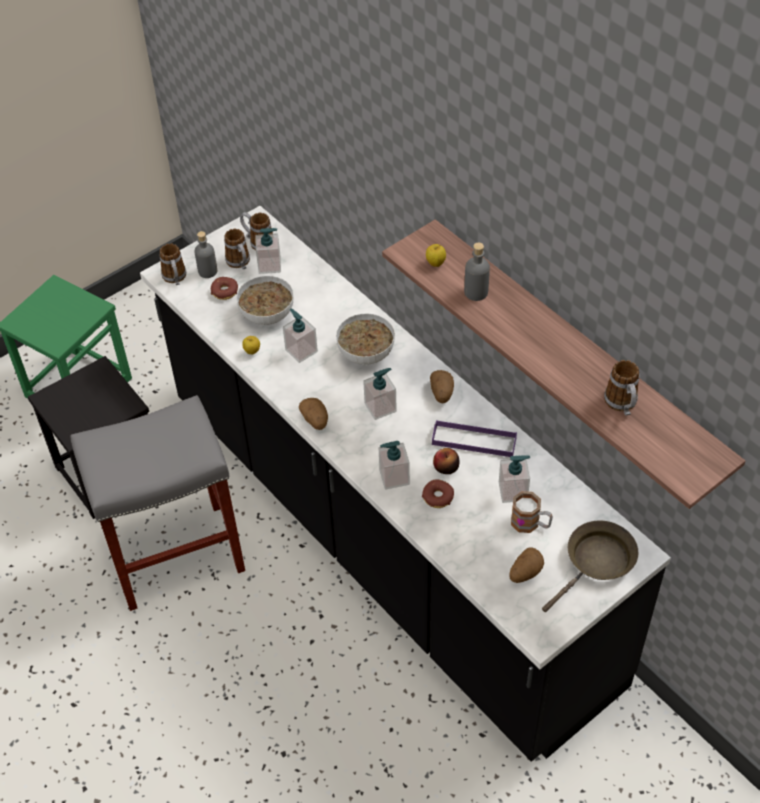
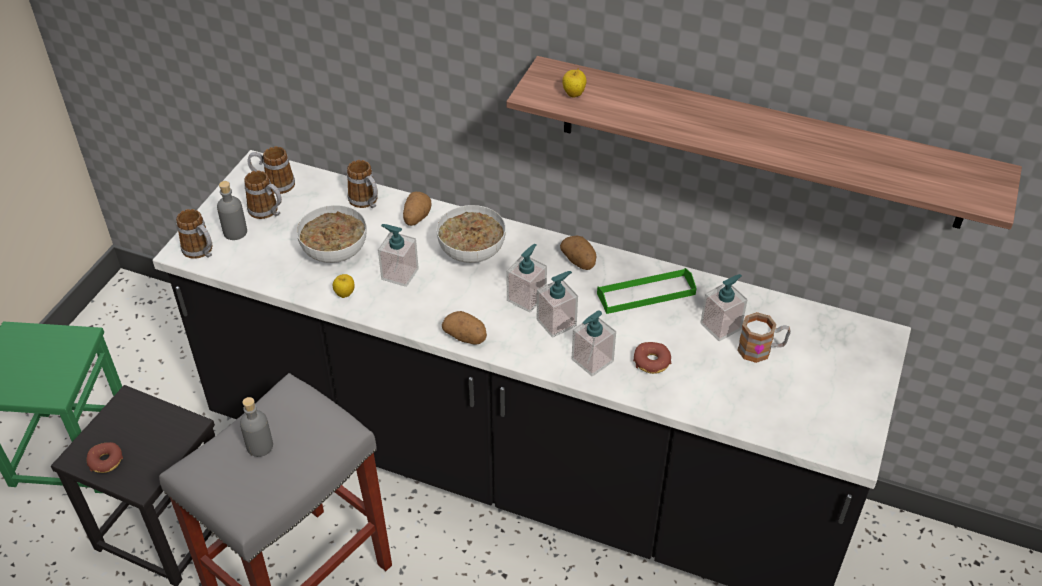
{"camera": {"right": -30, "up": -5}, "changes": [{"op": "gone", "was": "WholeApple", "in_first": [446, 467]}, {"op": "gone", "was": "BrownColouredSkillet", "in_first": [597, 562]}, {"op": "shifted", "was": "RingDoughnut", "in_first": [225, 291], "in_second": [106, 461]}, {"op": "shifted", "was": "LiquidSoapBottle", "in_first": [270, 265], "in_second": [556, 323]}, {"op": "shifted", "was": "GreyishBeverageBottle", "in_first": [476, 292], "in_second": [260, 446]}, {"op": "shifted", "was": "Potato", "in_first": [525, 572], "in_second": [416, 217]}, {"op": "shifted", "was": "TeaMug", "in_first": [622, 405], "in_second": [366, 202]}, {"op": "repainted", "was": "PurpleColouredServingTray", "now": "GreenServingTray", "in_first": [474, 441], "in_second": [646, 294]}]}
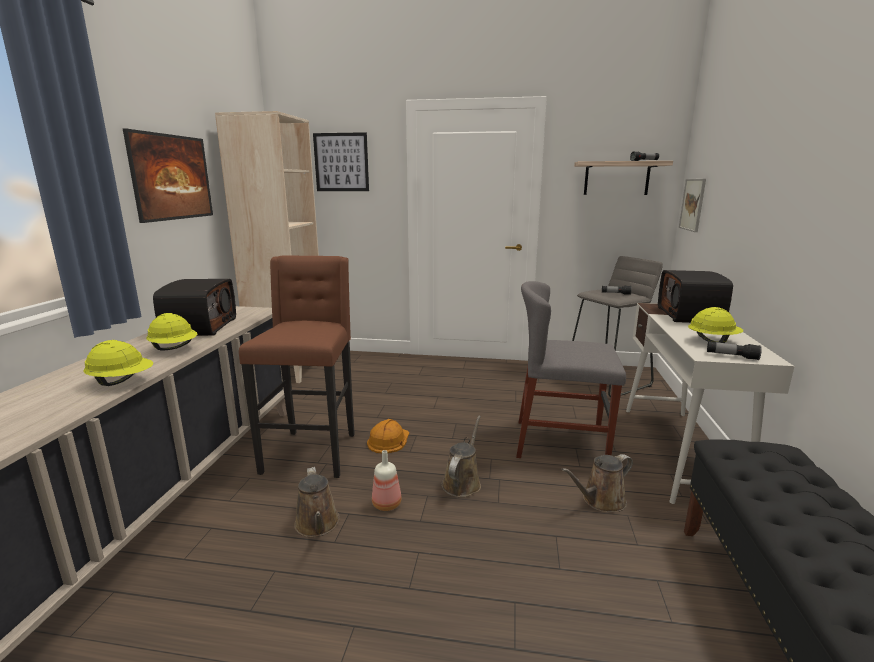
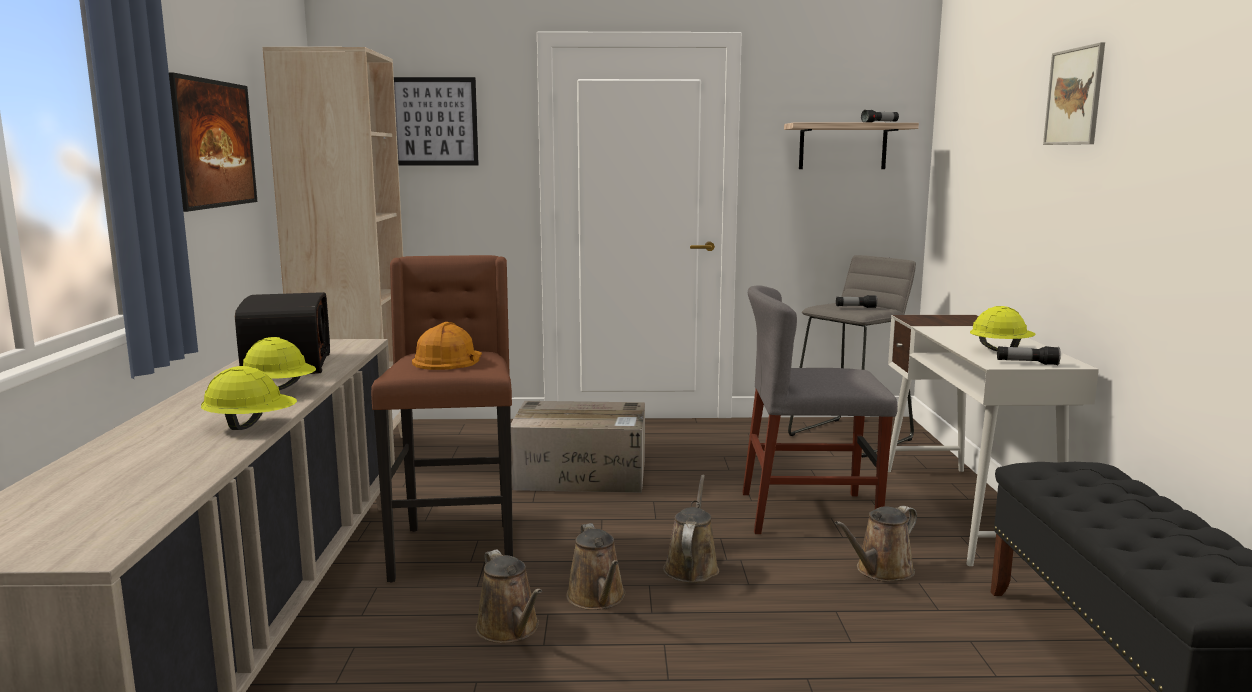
{"camera": {"right": -10, "up": -5}, "changes": [{"op": "gone", "was": "Radio", "in_first": [691, 315]}, {"op": "new", "now": "Carton", "in_second": [582, 474]}, {"op": "shifted", "was": "OrangeColouredWorkHelmet", "in_first": [388, 440], "in_second": [448, 360]}, {"op": "shifted", "was": "WallPicture", "in_first": [692, 204], "in_second": [1074, 96]}, {"op": "swapped", "was": "BeverageBottle", "now": "BrownColouredWateringPot", "in_first": [387, 504], "in_second": [597, 598]}]}
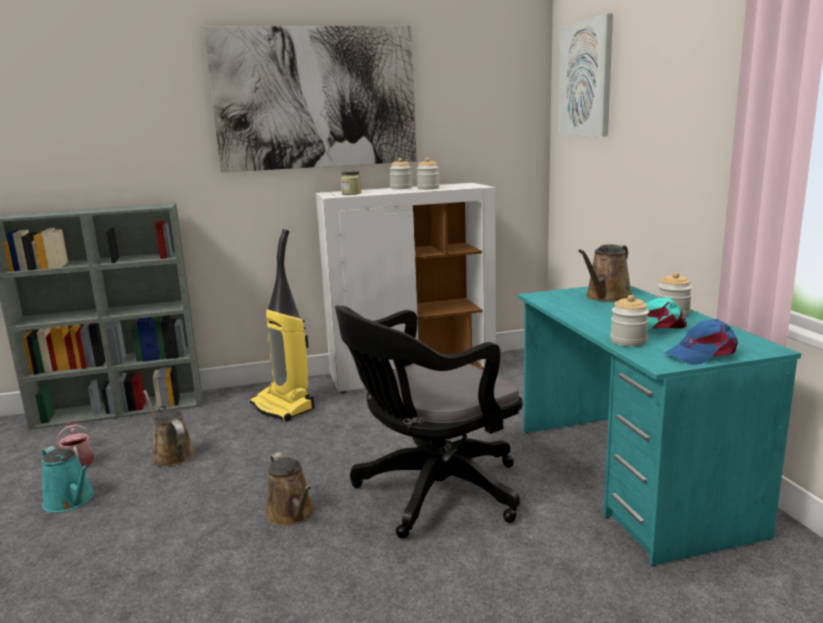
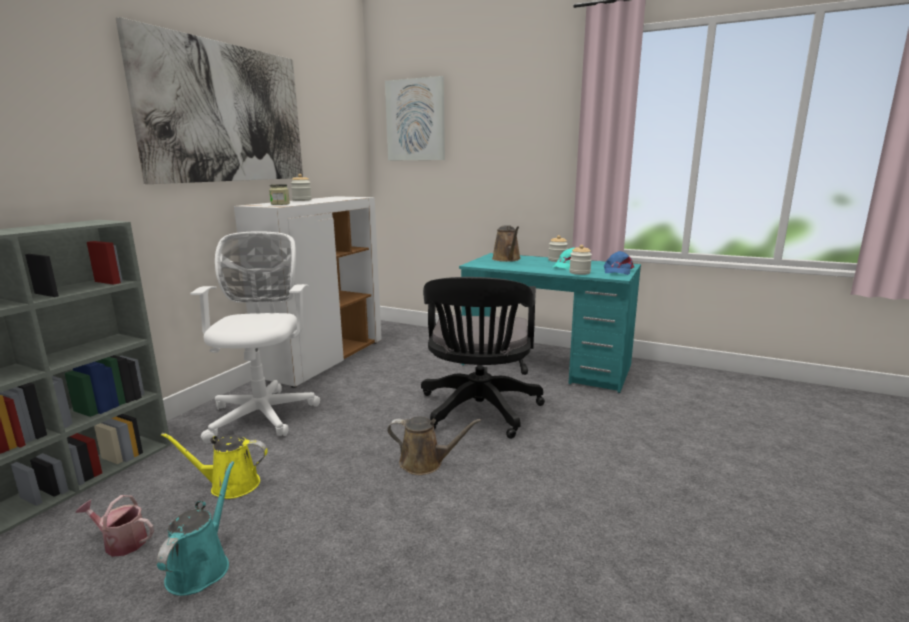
{"camera": {"right": -50, "up": 0}, "changes": [{"op": "gone", "was": "StorageJar", "in_first": [428, 188]}, {"op": "swapped", "was": "Hoover", "now": "WhitishComputerChair", "in_first": [284, 407], "in_second": [264, 413]}, {"op": "repainted", "was": "BrownColouredWateringPot", "now": "YellowWateringPot", "in_first": [171, 454], "in_second": [230, 485]}, {"op": "rotated", "was": "TurquoiseColouredWateringPot", "in_first": [71, 501], "in_second": [201, 567], "clockwise": -75}]}
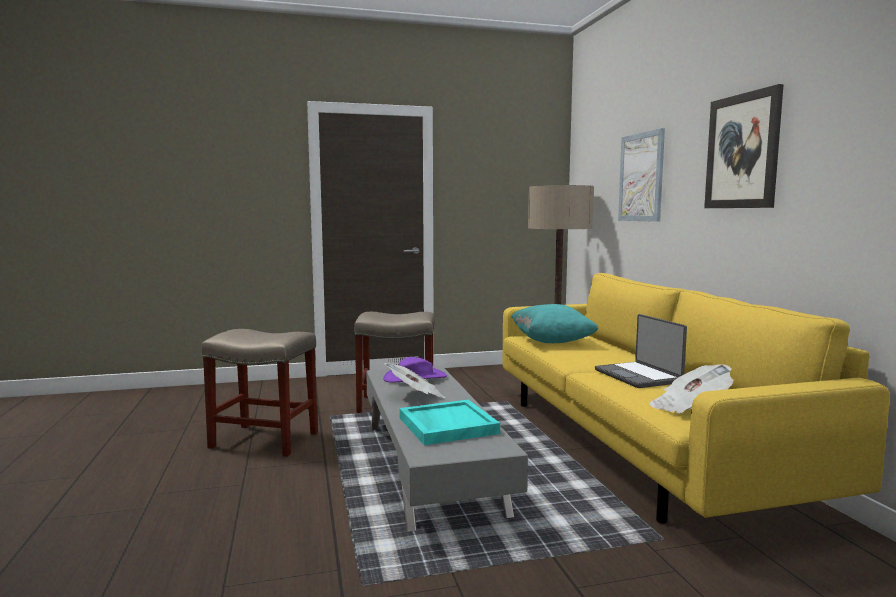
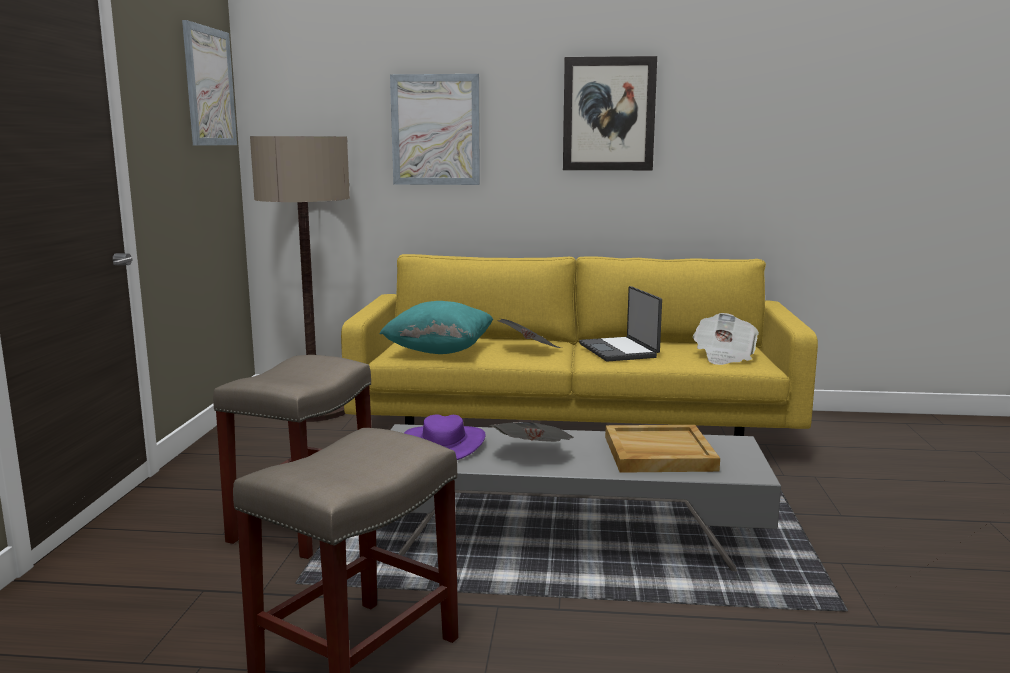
{"camera": {"right": -70, "up": 5}, "changes": [{"op": "new", "now": "WallPicture", "in_second": [209, 87]}, {"op": "new", "now": "Newspaper", "in_second": [530, 350]}, {"op": "repainted", "was": "TurquoiseColouredServingTray", "now": "SandColouredServingTray", "in_first": [447, 425], "in_second": [658, 453]}, {"op": "rotated", "was": "PortableComputer", "in_first": [639, 376], "in_second": [619, 351], "clockwise": 75}]}
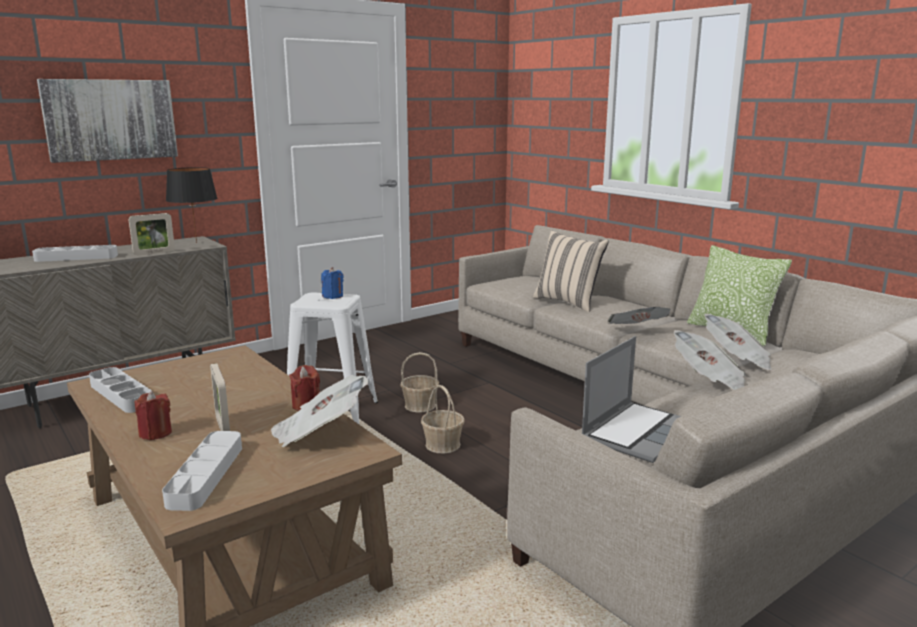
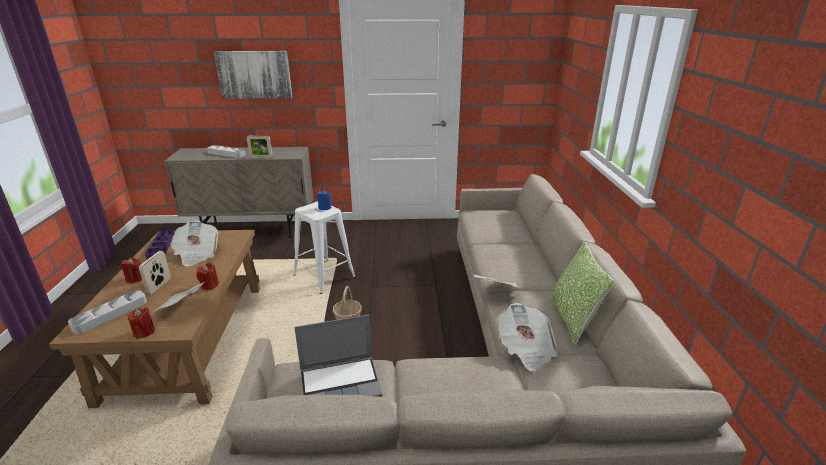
{"camera": {"right": 35, "up": 10}, "changes": [{"op": "gone", "was": "BlackishLampForATable", "in_first": [196, 243]}, {"op": "gone", "was": "StorageBasket", "in_first": [420, 405]}, {"op": "gone", "was": "SandColouredCushion", "in_first": [568, 302]}, {"op": "new", "now": "ReddishWaxCandle", "in_second": [144, 332]}, {"op": "shifted", "was": "Newspaper", "in_first": [709, 380], "in_second": [197, 254]}, {"op": "repainted", "was": "GreyishServingTray", "now": "PurpleColouredServingTray", "in_first": [121, 395], "in_second": [161, 247]}]}
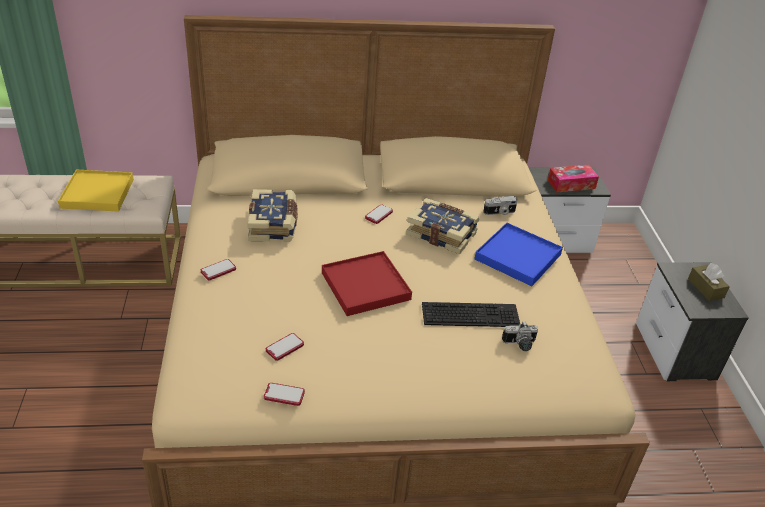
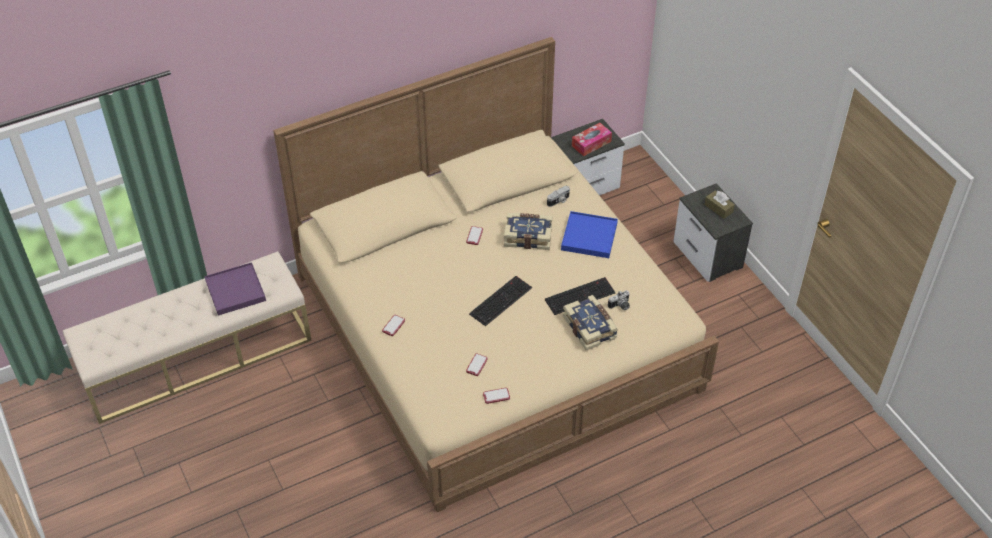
{"camera": {"right": -20, "up": 10}, "changes": [{"op": "shifted", "was": "Book", "in_first": [274, 225], "in_second": [590, 328]}, {"op": "swapped", "was": "ReddishServingTray", "now": "ComputerKeyboard", "in_first": [365, 286], "in_second": [500, 300]}, {"op": "repainted", "was": "YellowServingTray", "now": "PurpleColouredServingTray", "in_first": [97, 193], "in_second": [235, 291]}]}
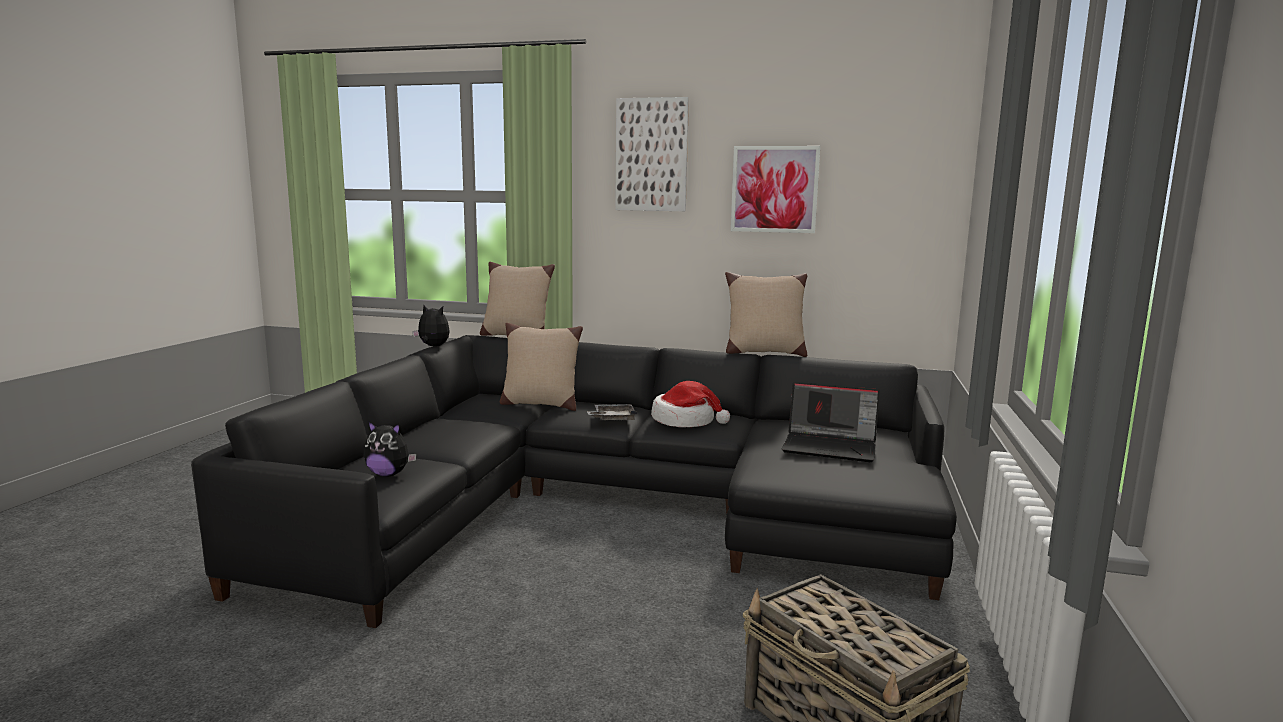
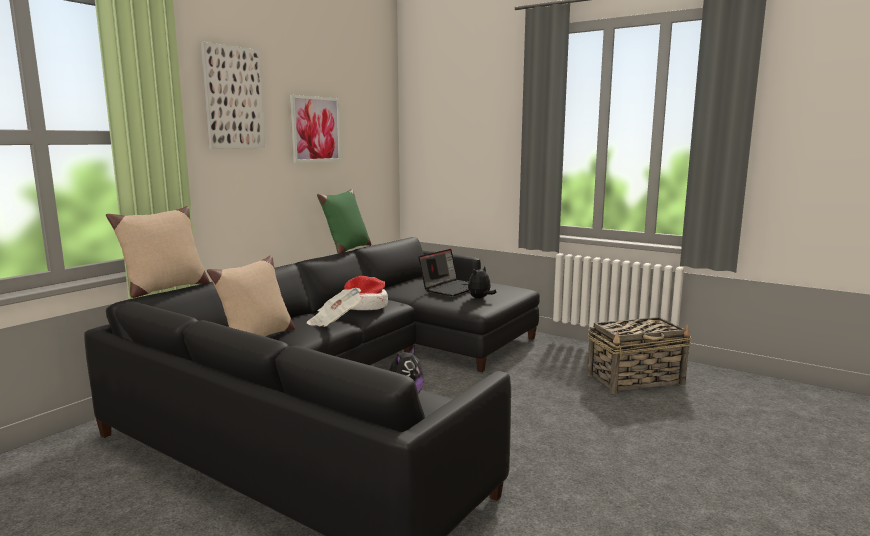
{"camera": {"right": -70, "up": 0}, "changes": [{"op": "shifted", "was": "CuddlyToy", "in_first": [433, 346], "in_second": [480, 298]}, {"op": "swapped", "was": "GreyishServingTray", "now": "Newspaper", "in_first": [613, 419], "in_second": [334, 321]}, {"op": "repainted", "was": "SandColouredCushion", "now": "GreenCushion", "in_first": [763, 353], "in_second": [347, 249]}]}
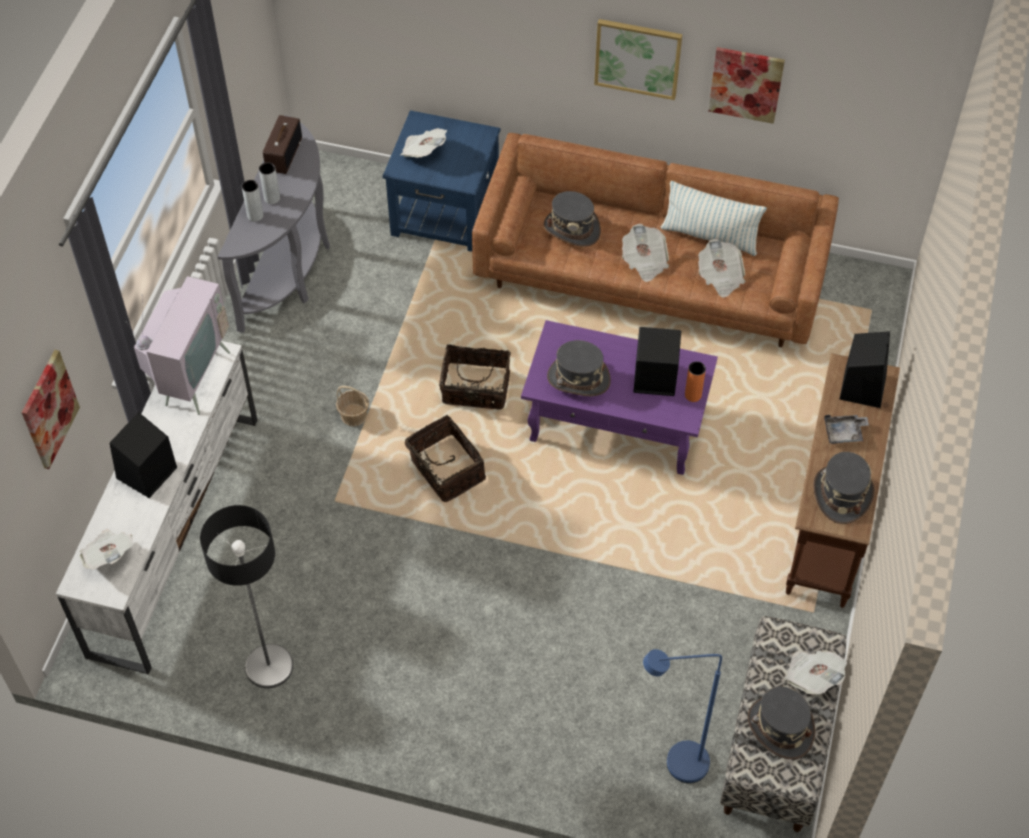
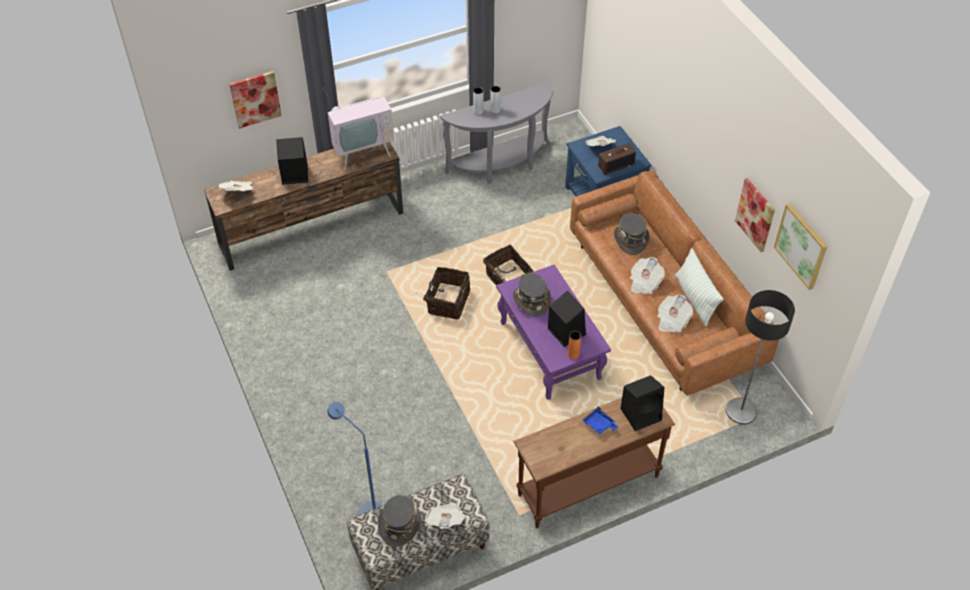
{"camera": {"right": 50, "up": -5}, "changes": [{"op": "gone", "was": "StorageBasket", "in_first": [354, 415]}, {"op": "gone", "was": "GreyishClothingHat", "in_first": [841, 494]}, {"op": "shifted", "was": "FloorLamp", "in_first": [268, 666], "in_second": [740, 411]}, {"op": "shifted", "was": "Radio", "in_first": [283, 153], "in_second": [616, 165]}, {"op": "shifted", "was": "WallPicture", "in_first": [638, 58], "in_second": [801, 246]}, {"op": "repainted", "was": "WhitishTvUnit", "now": "BrownColouredTvUnit", "in_first": [176, 532], "in_second": [312, 228]}, {"op": "repainted", "was": "GreyishServingTray", "now": "BlueColouredServingTray", "in_first": [844, 433], "in_second": [599, 424]}]}
